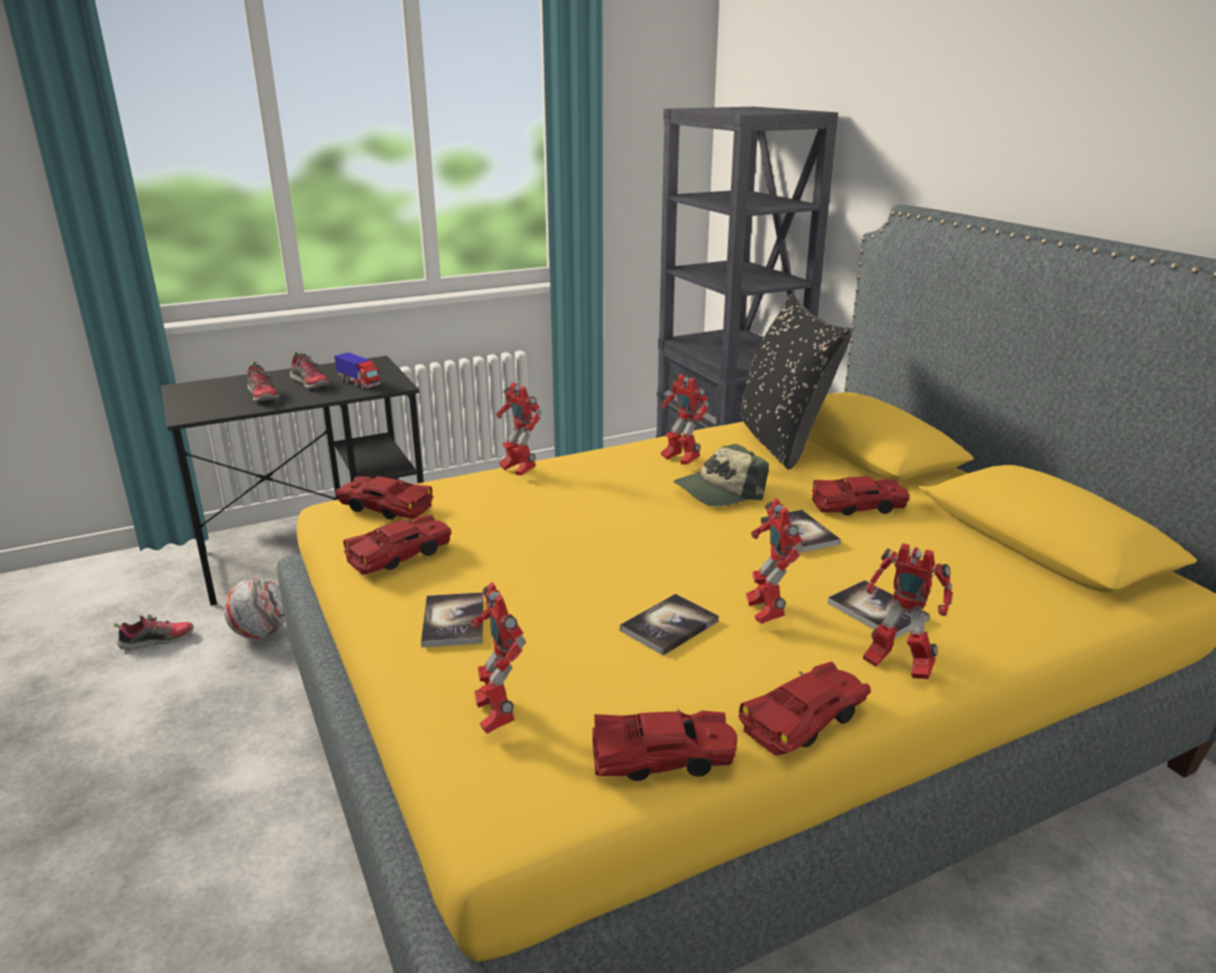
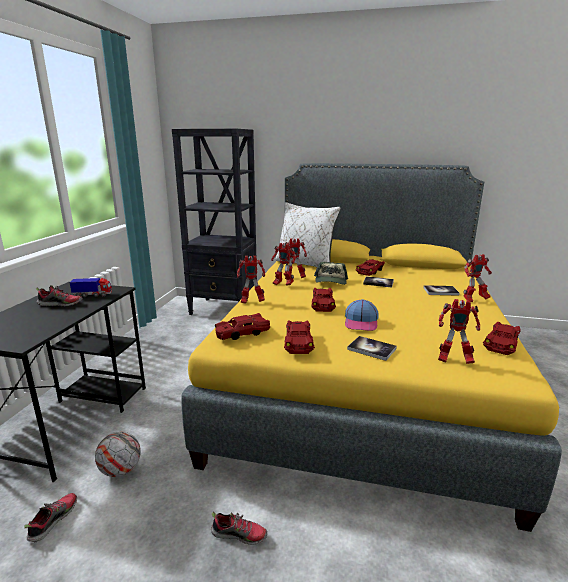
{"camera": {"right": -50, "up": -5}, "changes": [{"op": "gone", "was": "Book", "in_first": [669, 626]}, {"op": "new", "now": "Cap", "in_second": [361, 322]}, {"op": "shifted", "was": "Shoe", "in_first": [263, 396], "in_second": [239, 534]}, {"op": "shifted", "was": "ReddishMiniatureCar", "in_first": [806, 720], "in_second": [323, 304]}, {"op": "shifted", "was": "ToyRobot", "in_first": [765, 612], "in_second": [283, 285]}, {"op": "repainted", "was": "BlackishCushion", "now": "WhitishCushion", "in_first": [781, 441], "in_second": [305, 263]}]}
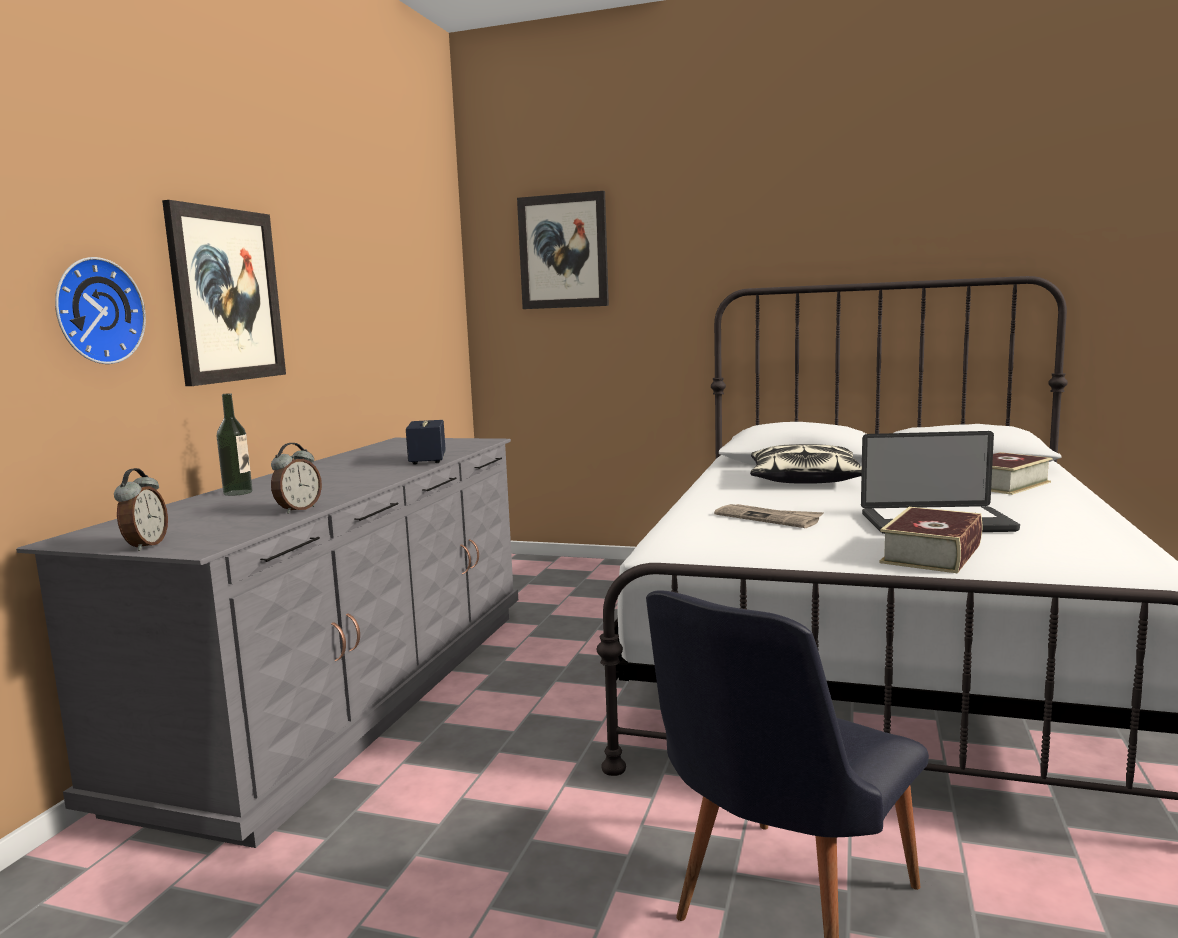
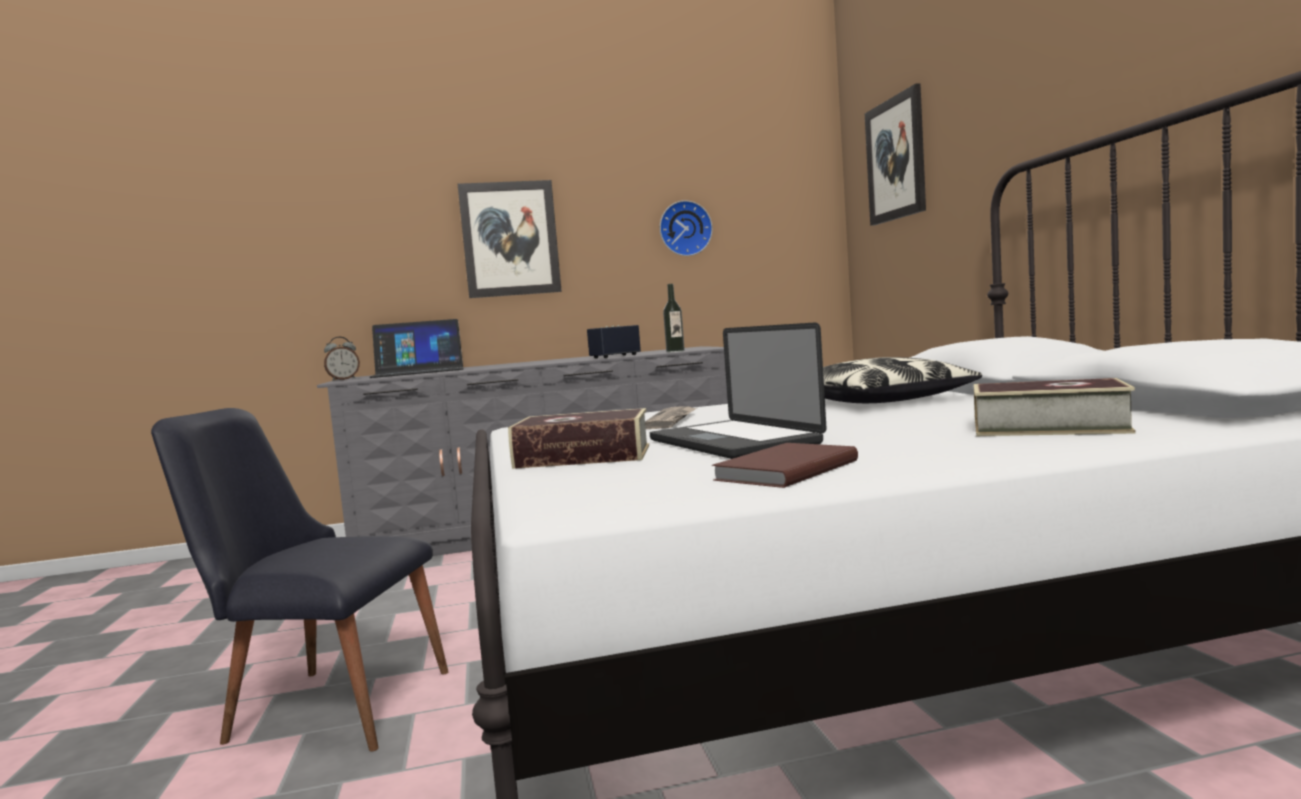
{"camera": {"right": 60, "up": -5}, "changes": [{"op": "gone", "was": "AlarmClock", "in_first": [298, 509]}, {"op": "new", "now": "PortableComputer", "in_second": [419, 372]}, {"op": "new", "now": "BrownColouredBook", "in_second": [783, 470]}, {"op": "shifted", "was": "ClockOnTheWall", "in_first": [95, 311], "in_second": [684, 229]}, {"op": "shifted", "was": "BeverageBottle", "in_first": [238, 492], "in_second": [675, 351]}]}
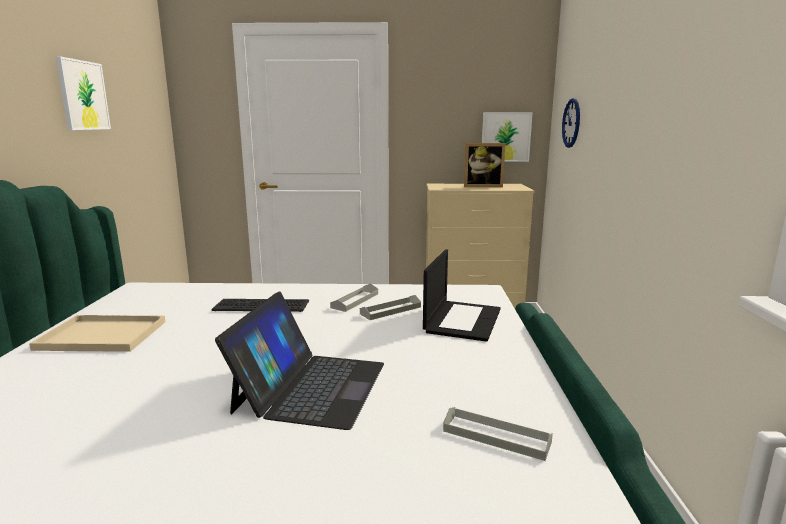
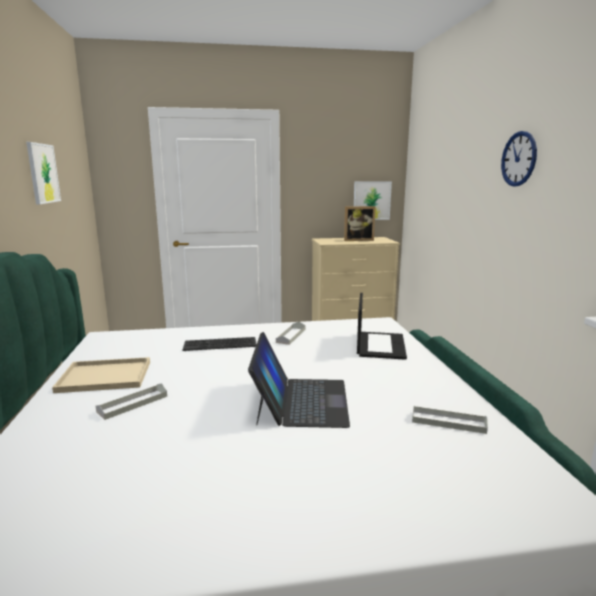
{"camera": {"right": -10, "up": 0}, "changes": [{"op": "shifted", "was": "GreyishServingTray", "in_first": [390, 310], "in_second": [133, 404]}, {"op": "shifted", "was": "ClockOnTheWall", "in_first": [571, 123], "in_second": [519, 159]}]}
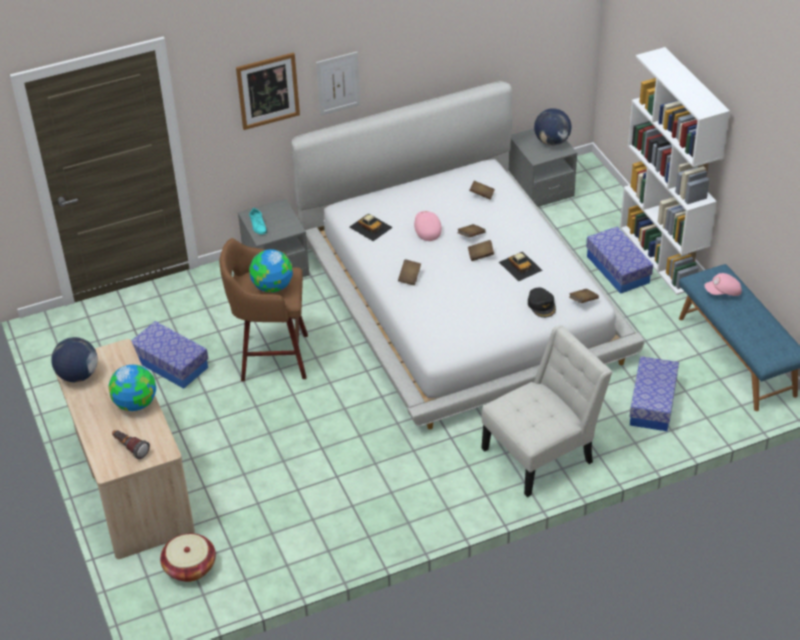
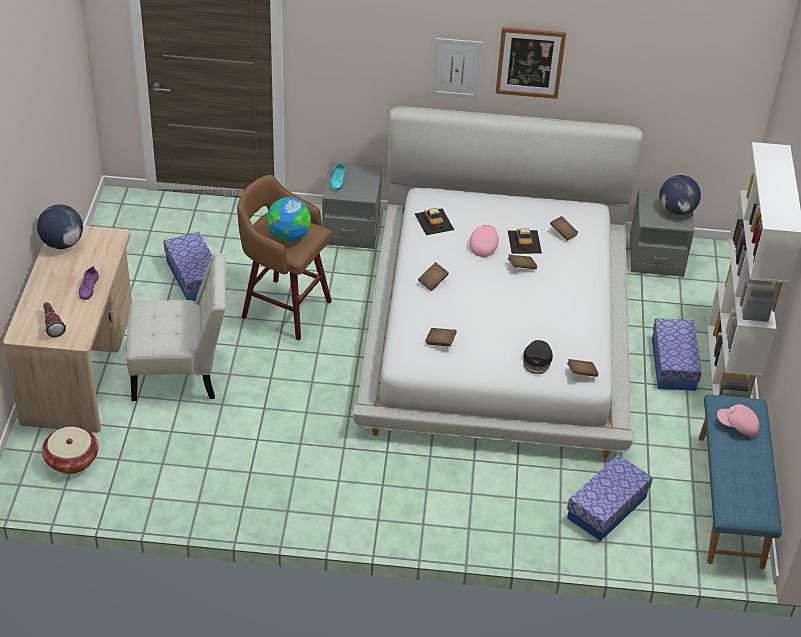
{"camera": {"right": 25, "up": 0}, "changes": [{"op": "shifted", "was": "WallPicture", "in_first": [268, 90], "in_second": [530, 62]}, {"op": "shifted", "was": "BrownColouredBook", "in_first": [480, 255], "in_second": [440, 342]}, {"op": "shifted", "was": "WhitishChair", "in_first": [542, 453], "in_second": [181, 372]}, {"op": "shifted", "was": "MiniatureCar", "in_first": [520, 266], "in_second": [524, 241]}, {"op": "swapped", "was": "Globe", "now": "PurpleColouredShoe", "in_first": [136, 403], "in_second": [89, 288]}]}
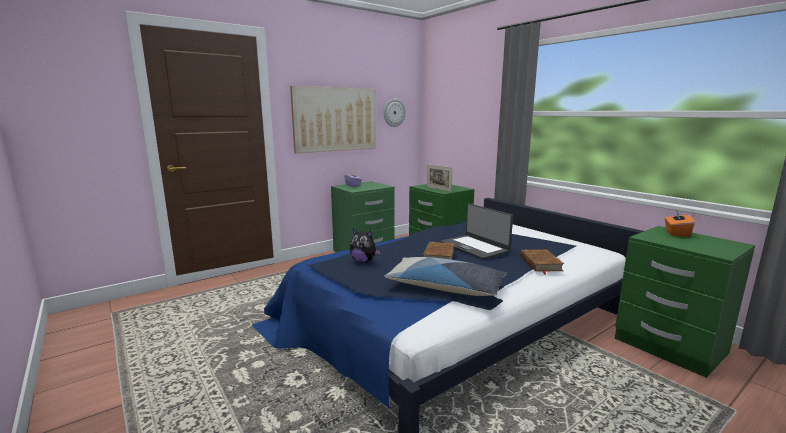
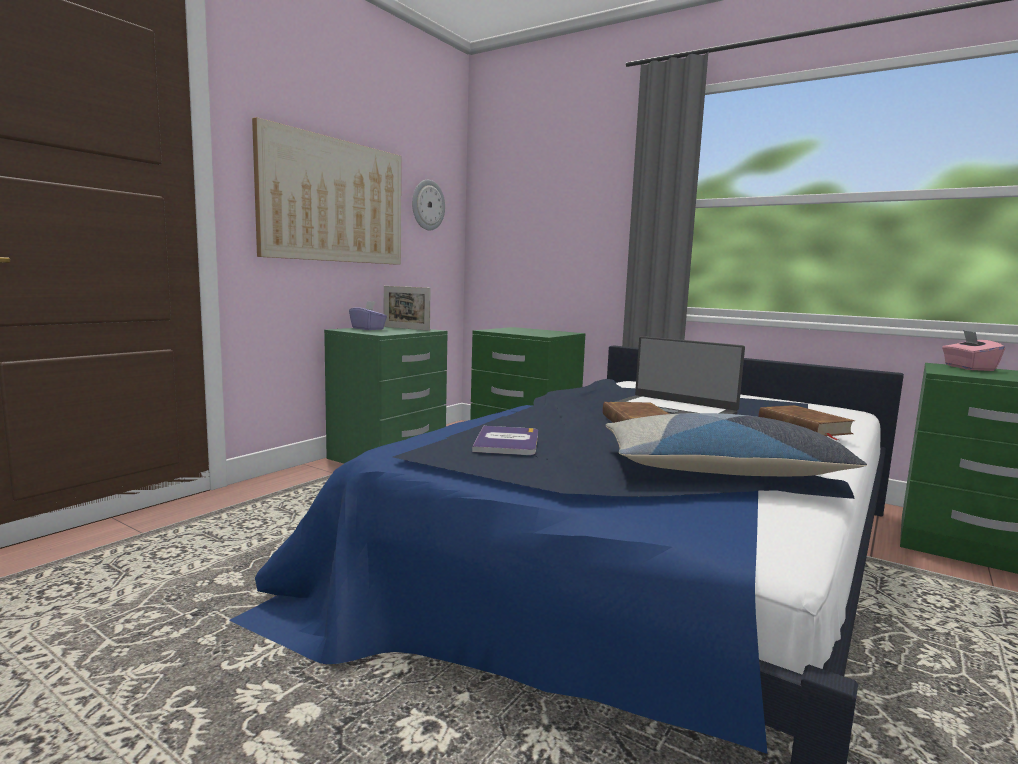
{"camera": {"right": -20, "up": -5}, "changes": [{"op": "shifted", "was": "PictureFrame", "in_first": [438, 189], "in_second": [406, 328]}, {"op": "swapped", "was": "CuddlyToy", "now": "Book", "in_first": [363, 261], "in_second": [507, 442]}, {"op": "repainted", "was": "OrangeColouredBoxOfTissues", "now": "PinkishBoxOfTissues", "in_first": [676, 233], "in_second": [968, 368]}]}
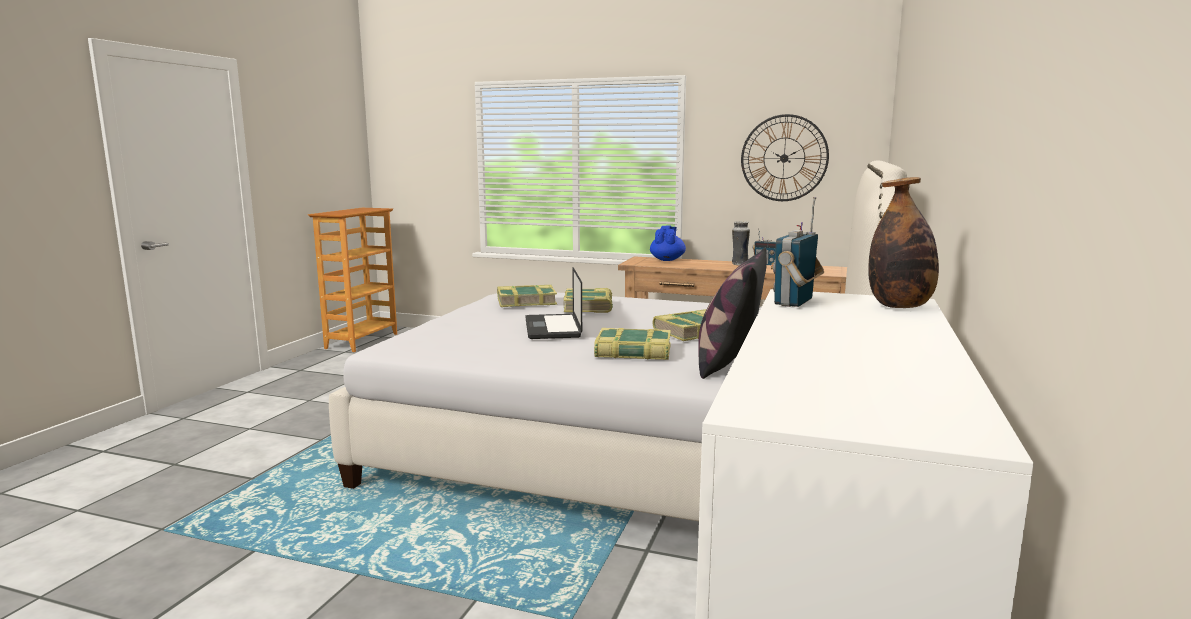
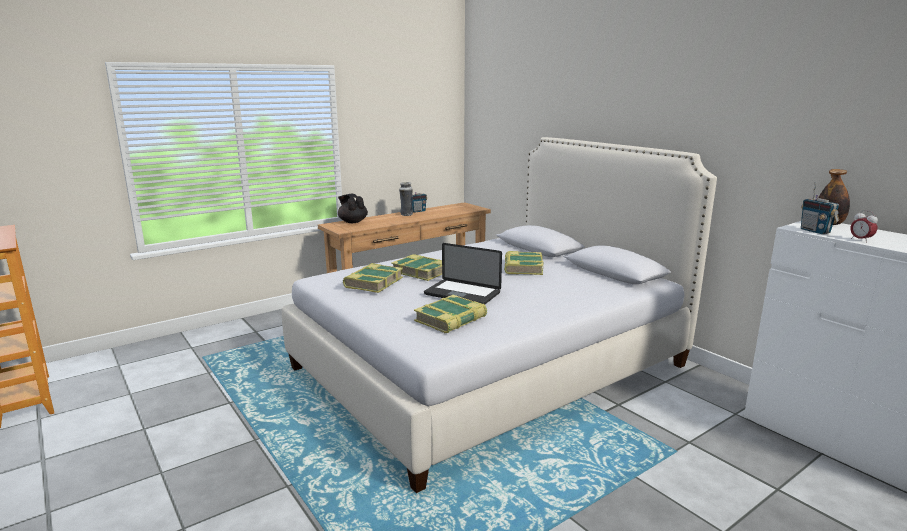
{"camera": {"right": -55, "up": 5}, "changes": [{"op": "gone", "was": "Cushion", "in_first": [728, 363]}, {"op": "gone", "was": "ClockOnTheWall", "in_first": [784, 158]}, {"op": "new", "now": "AlarmClock", "in_second": [860, 240]}, {"op": "shifted", "was": "Book", "in_first": [633, 352], "in_second": [451, 319]}, {"op": "repainted", "was": "BlueColouredTeaPot", "now": "BlackishTeaPot", "in_first": [667, 260], "in_second": [352, 222]}]}
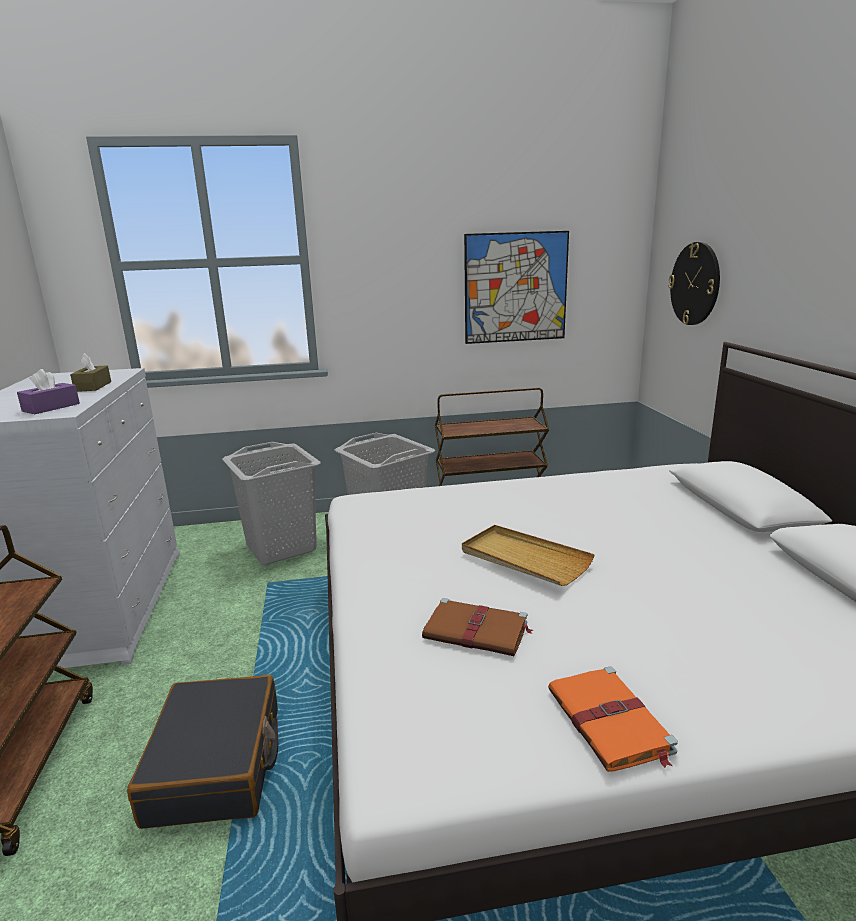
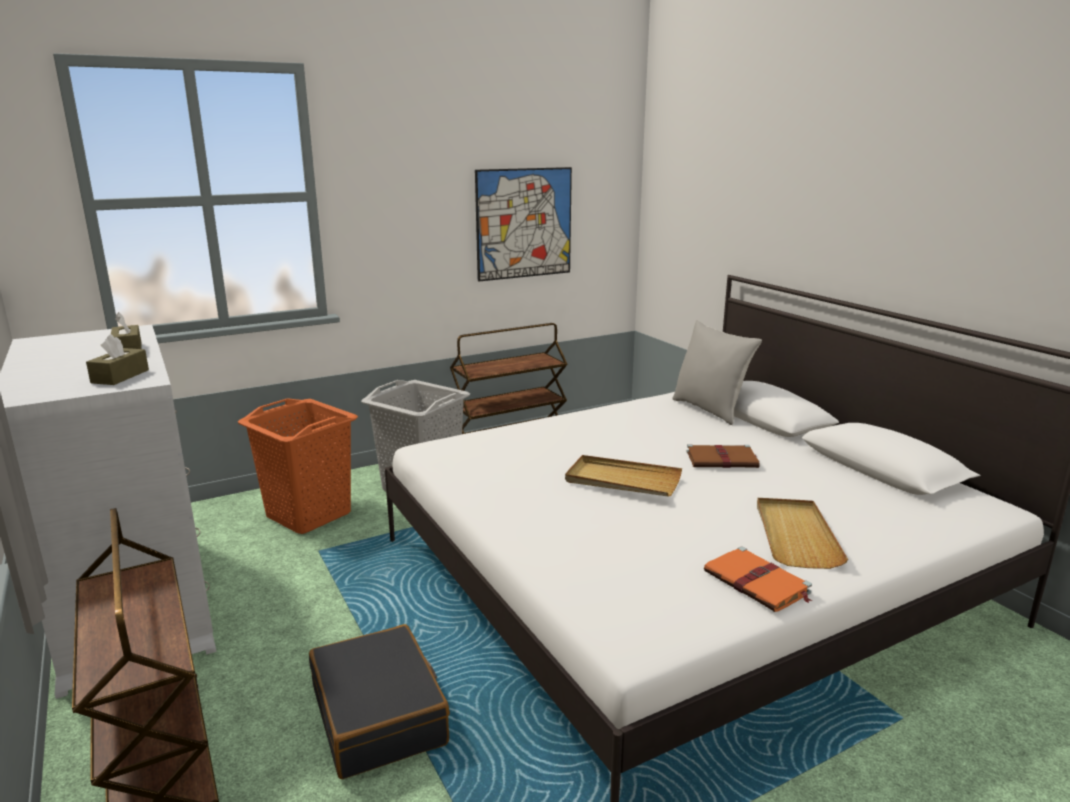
{"camera": {"right": -20, "up": 0}, "changes": [{"op": "gone", "was": "ClockOnTheWall", "in_first": [695, 284]}, {"op": "new", "now": "GreyishCushion", "in_second": [710, 410]}, {"op": "new", "now": "SandColouredServingTray", "in_second": [795, 535]}, {"op": "shifted", "was": "BrownColouredBook", "in_first": [477, 631], "in_second": [723, 460]}, {"op": "repainted", "was": "PurpleColouredBoxOfTissues", "now": "BrownColouredBoxOfTissues", "in_first": [51, 407], "in_second": [120, 376]}, {"op": "repainted", "was": "GreyishLaundryBasket", "now": "OrangeColouredLaundryBasket", "in_first": [281, 547], "in_second": [309, 514]}]}
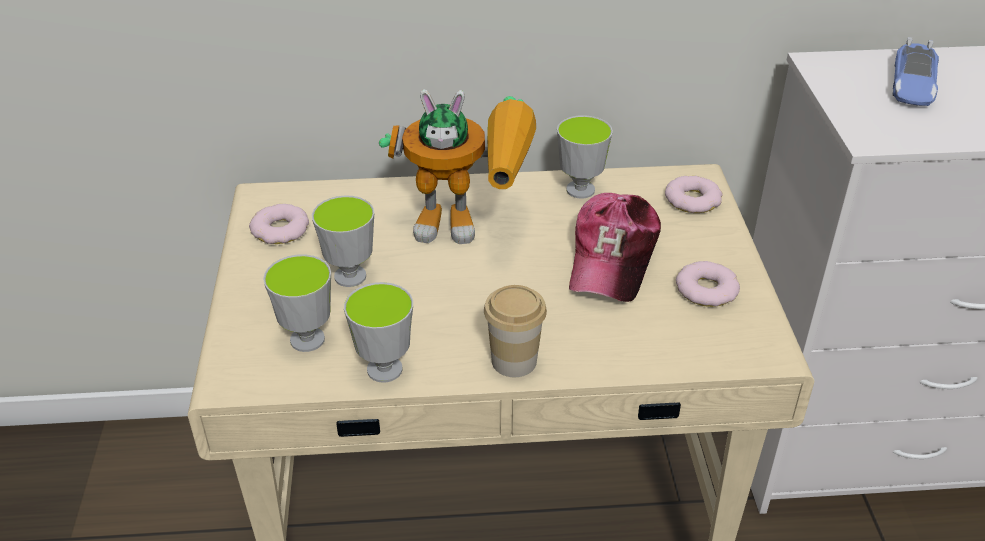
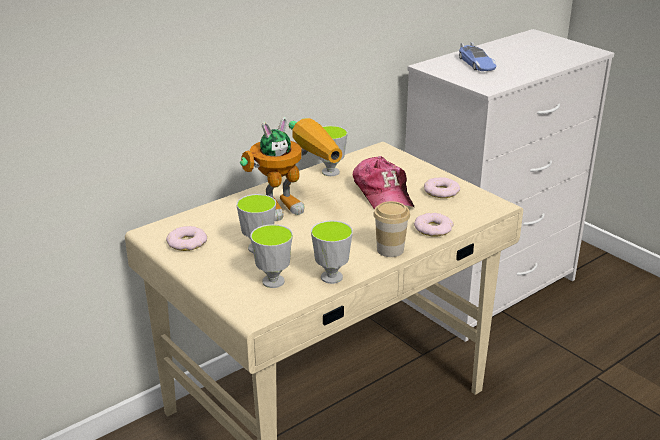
{"camera": {"right": -35, "up": -10}, "changes": [{"op": "shifted", "was": "RingDoughnut", "in_first": [692, 200], "in_second": [433, 228]}]}
